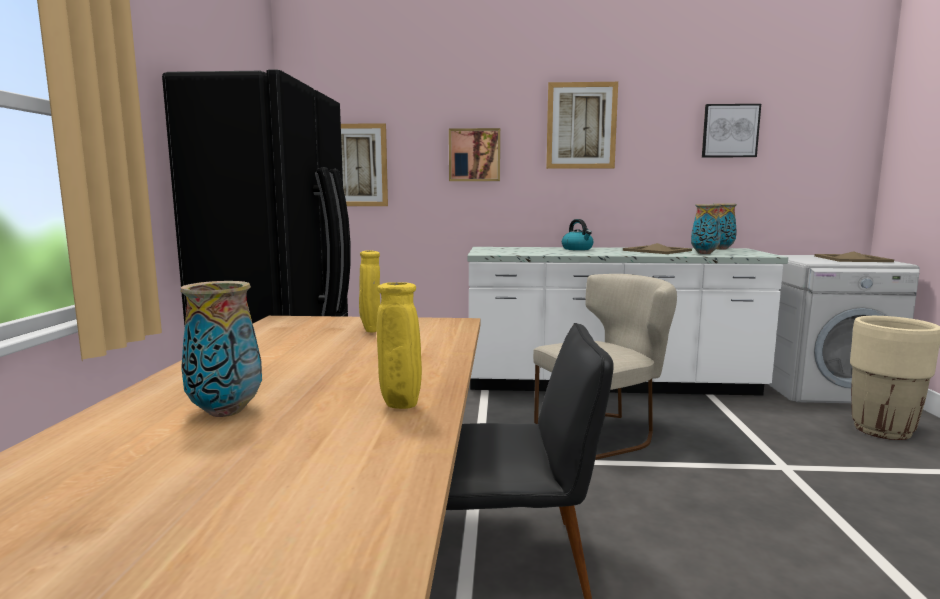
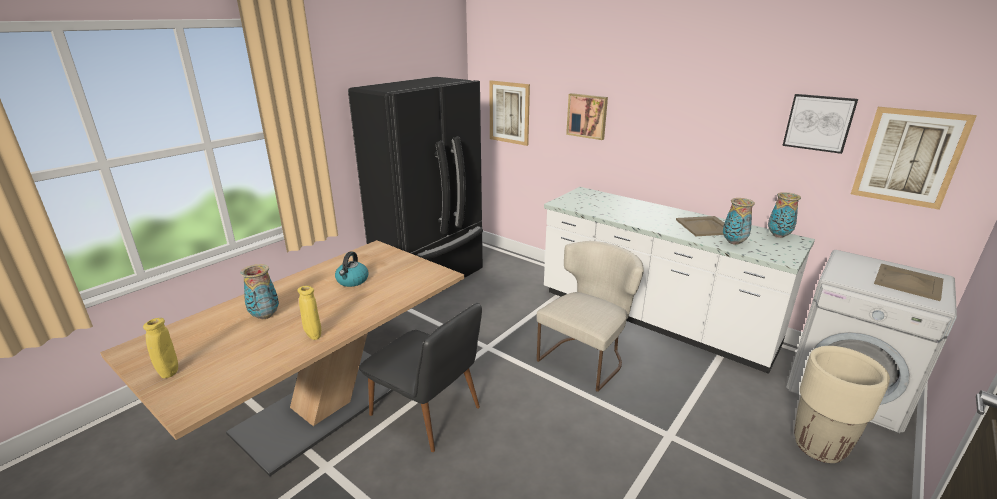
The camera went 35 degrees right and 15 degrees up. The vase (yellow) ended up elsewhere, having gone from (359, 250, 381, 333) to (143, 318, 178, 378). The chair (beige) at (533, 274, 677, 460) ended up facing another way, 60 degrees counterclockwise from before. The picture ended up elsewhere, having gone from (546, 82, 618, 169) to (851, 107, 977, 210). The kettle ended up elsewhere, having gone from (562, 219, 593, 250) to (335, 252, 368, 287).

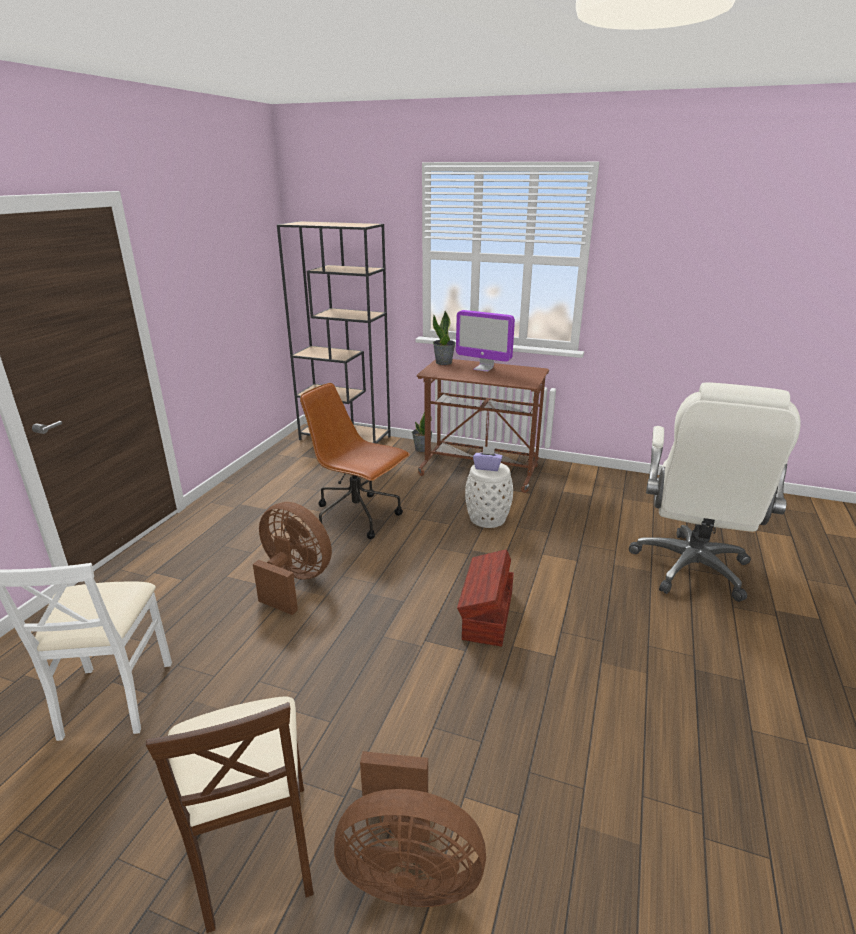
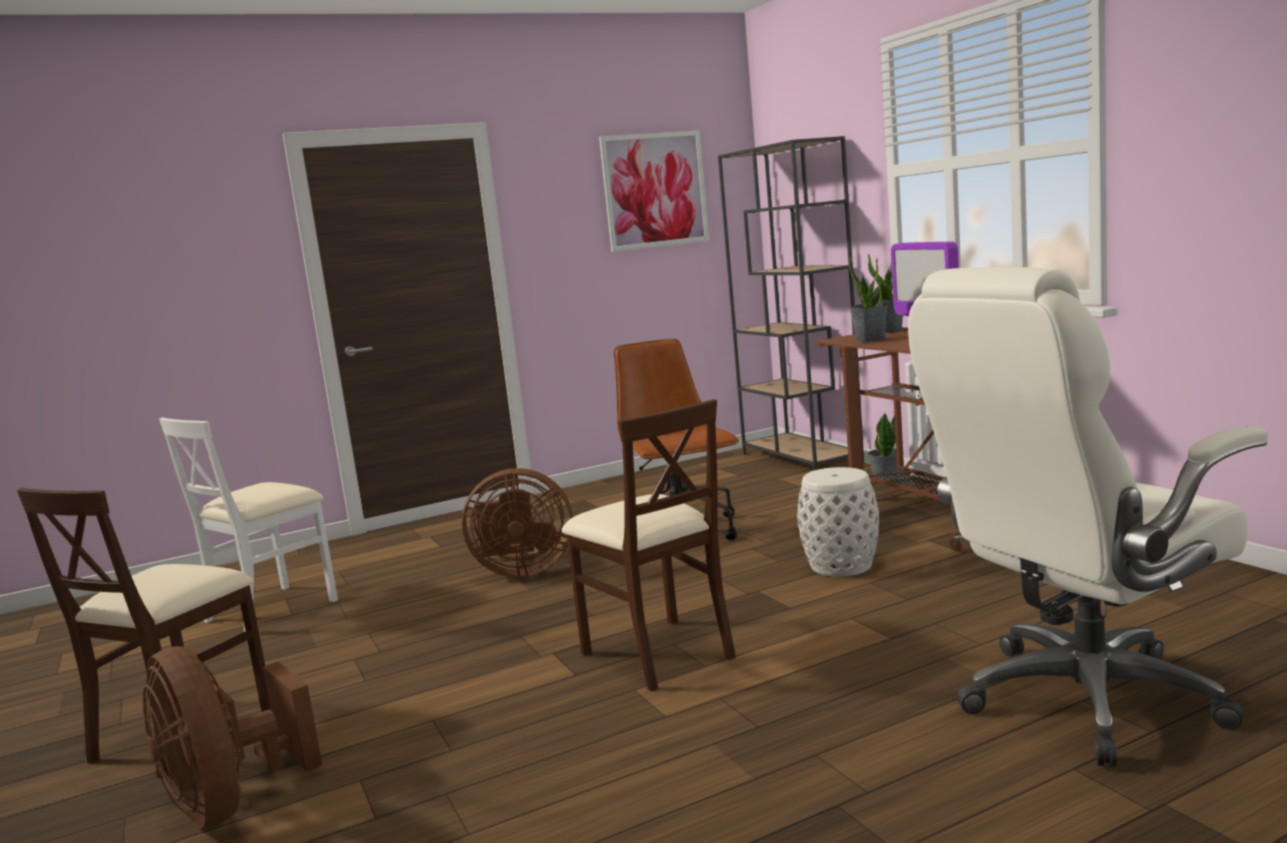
The camera went 45 degrees right and 15 degrees down. The fan (brown) at (253, 502, 332, 615) ended up facing another way, 105 degrees clockwise from before. Where the storage box (brown) stood at (457, 549, 514, 647), the chair (beige) came to stand at (562, 399, 736, 692). The second view lost the tissue box (purple) at (473, 446, 503, 471). The second view gained the picture at (599, 130, 709, 252). The second view gained the potted plant at (849, 257, 888, 342).

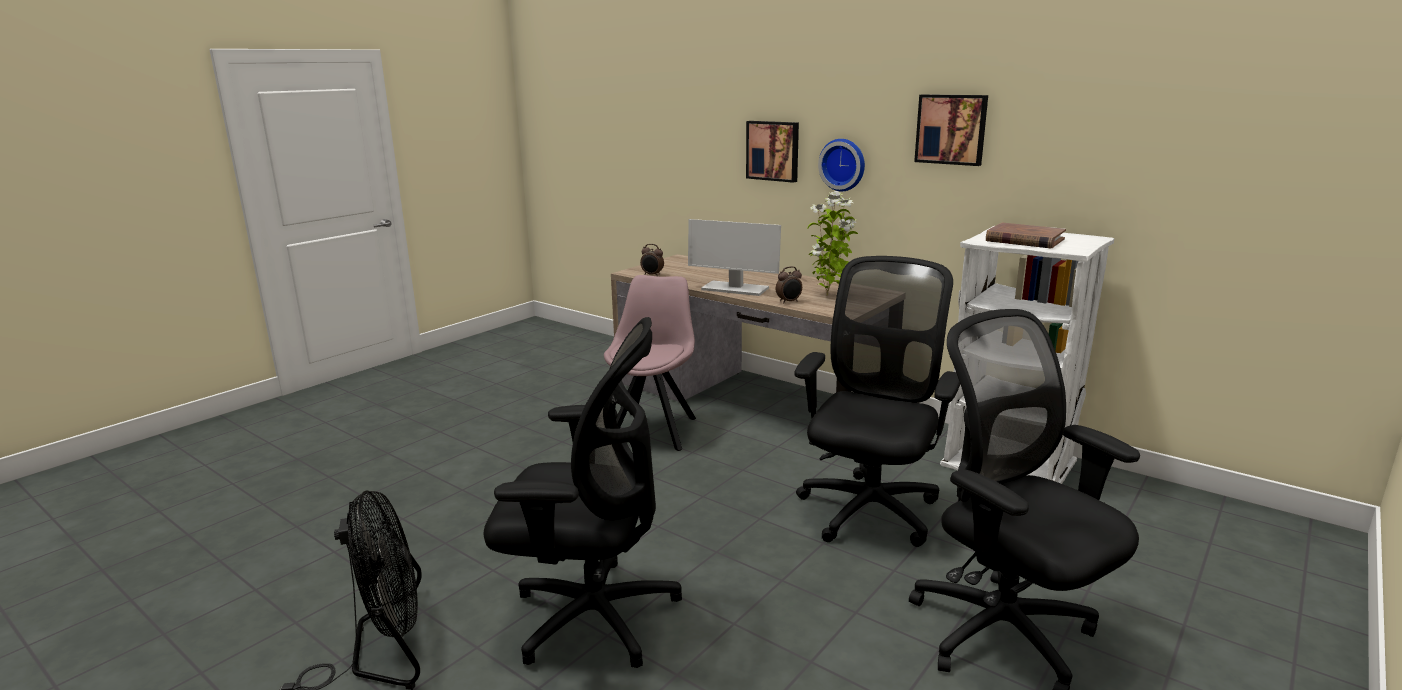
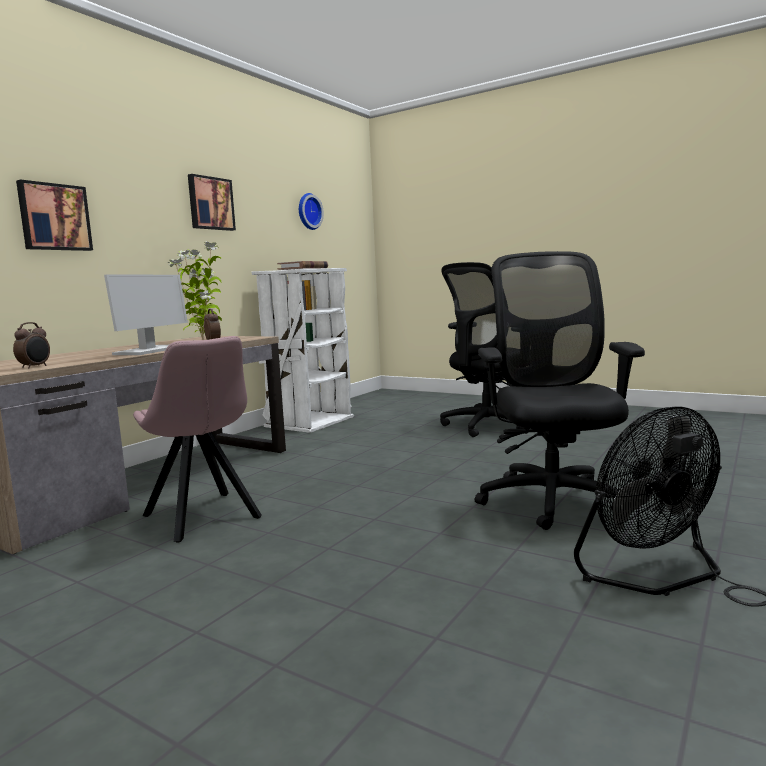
The camera went 95 degrees left and 10 degrees down. The chair (pink) at (604, 275, 696, 451) ended up facing another way, 135 degrees counterclockwise from before. The second view lost the office chair (black) at (794, 256, 960, 547). The wall clock ended up elsewhere, having gone from (818, 139, 865, 191) to (299, 193, 324, 230).

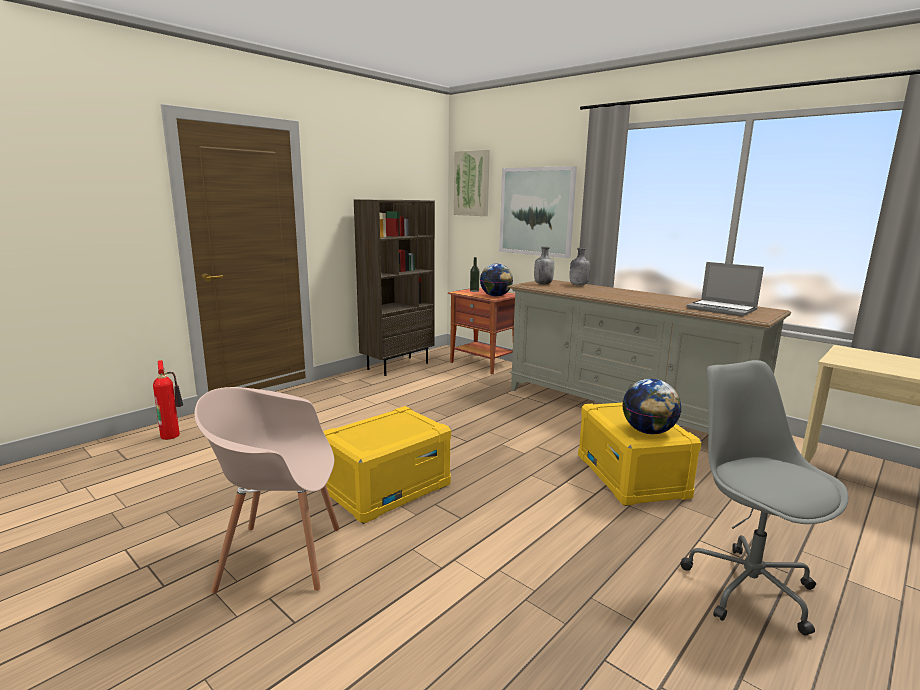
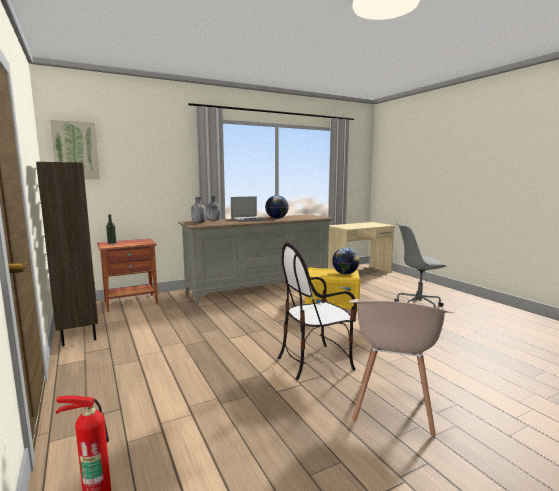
The camera went 70 degrees left and 5 degrees down. Where the storage box (yellow) stood at (323, 406, 451, 524), the chair came to stand at (278, 243, 357, 380). The globe ended up elsewhere, having gone from (480, 264, 513, 297) to (265, 195, 289, 219). The second view lost the picture at (499, 166, 577, 258). The laptop ended up elsewhere, having gone from (687, 262, 764, 317) to (231, 196, 265, 222).

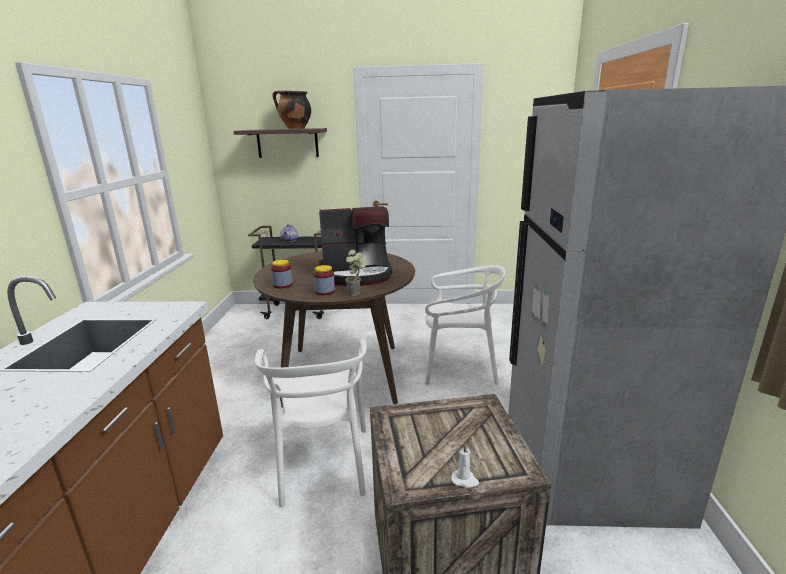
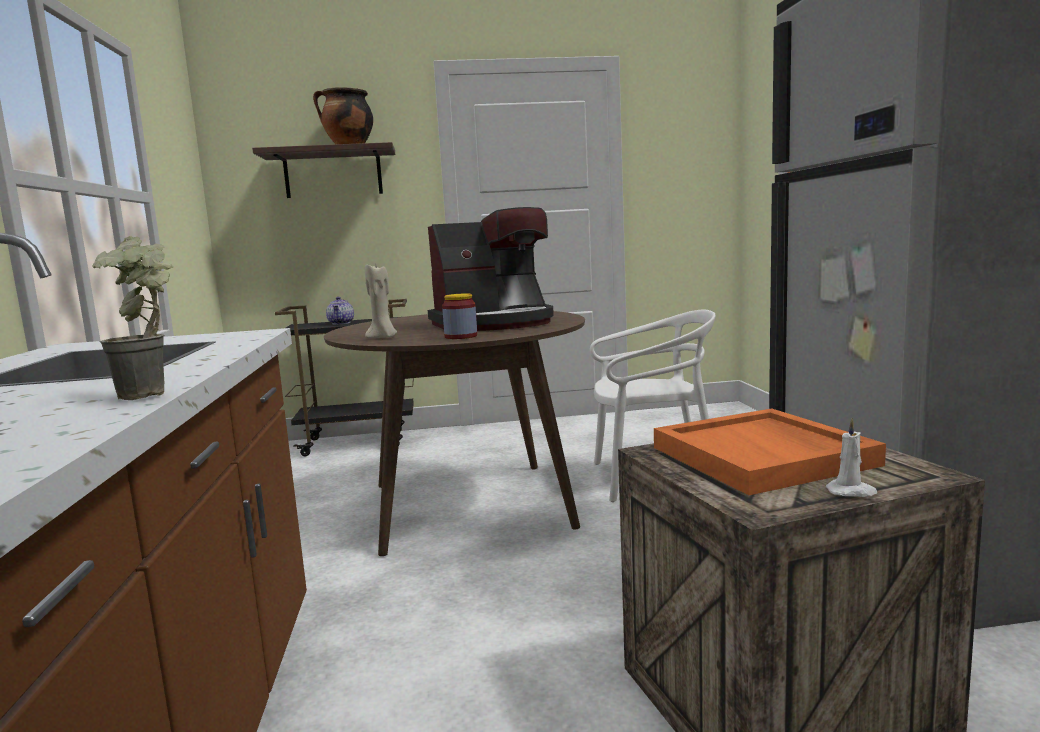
The camera went 10 degrees left and 10 degrees down. The second view lost the chair (white) at (255, 339, 367, 508). Where the jar stood at (271, 260, 293, 289), the candle (beige) came to stand at (365, 265, 397, 338). The potted plant ended up elsewhere, having gone from (345, 249, 366, 296) to (92, 236, 174, 400). The second view gained the tray (orange) at (654, 408, 886, 495).

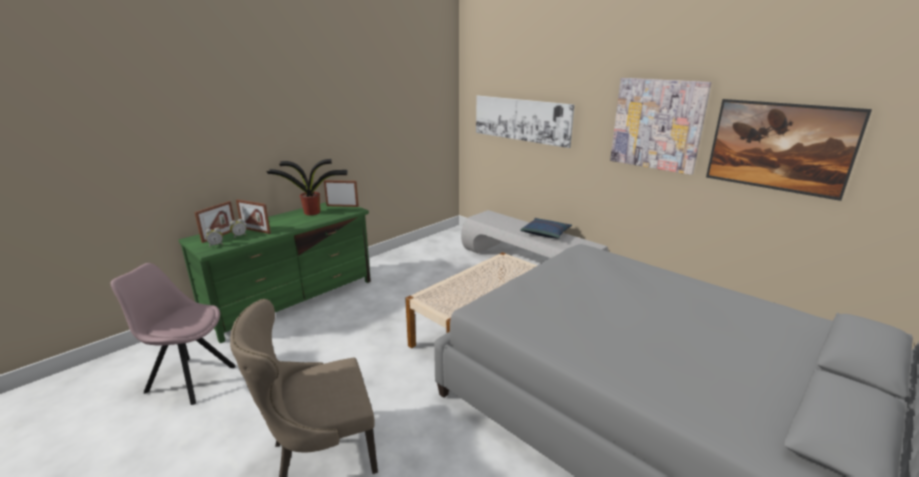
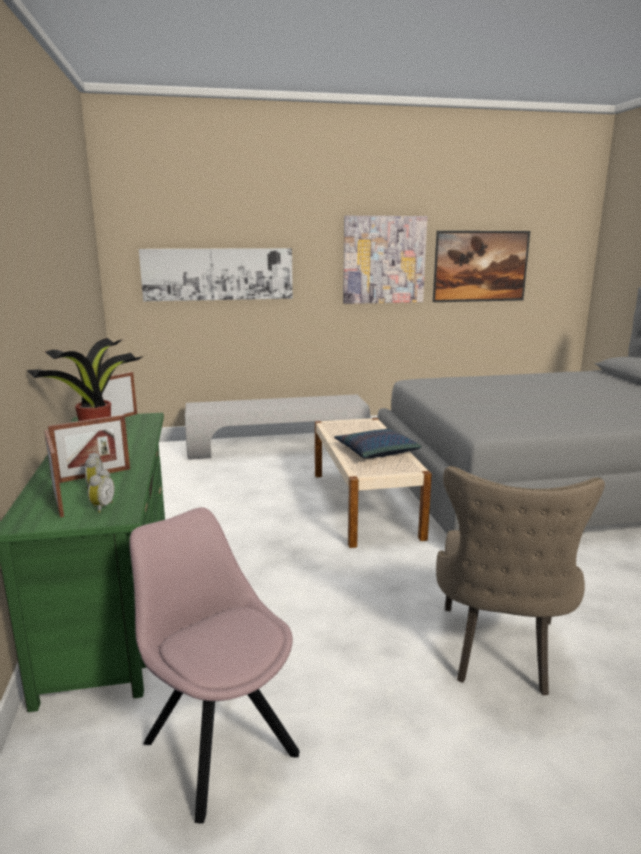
The camera went 55 degrees left and 5 degrees down. The chair (pink) at (111, 263, 235, 405) ended up facing another way, 90 degrees clockwise from before. The pillow (blue) ended up elsewhere, having gone from (520, 218, 572, 239) to (334, 428, 422, 458).

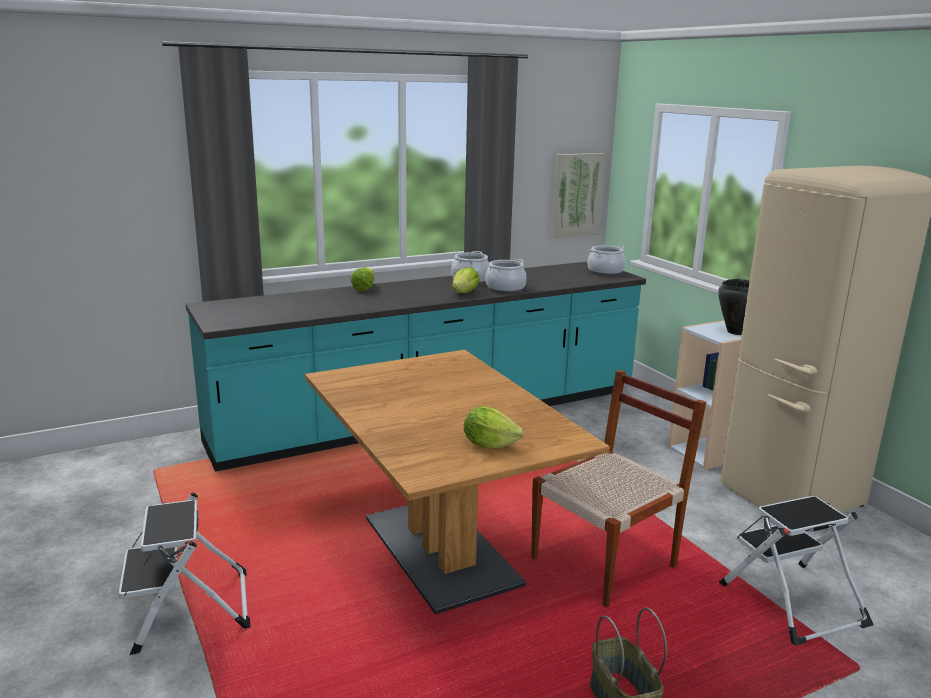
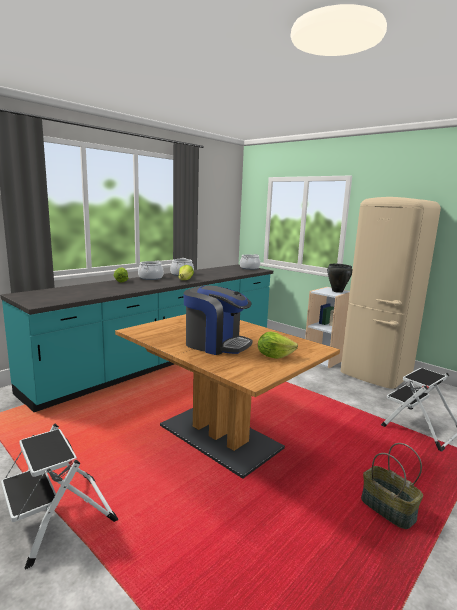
The camera went 20 degrees left and 5 degrees down. The cooking pot ended up elsewhere, having gone from (485, 259, 526, 292) to (138, 261, 164, 280). The second view lost the chair at (531, 370, 706, 608). The second view lost the picture at (551, 153, 606, 238). The second view gained the coffee machine at (184, 285, 253, 355).

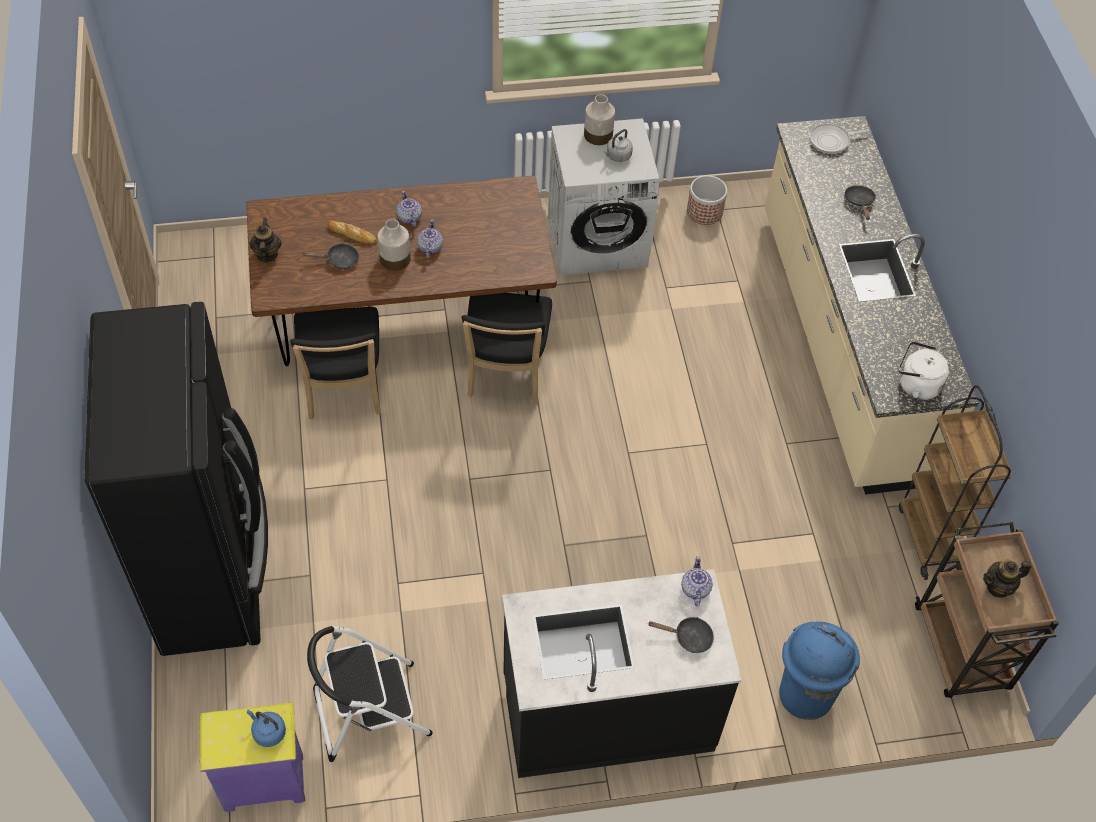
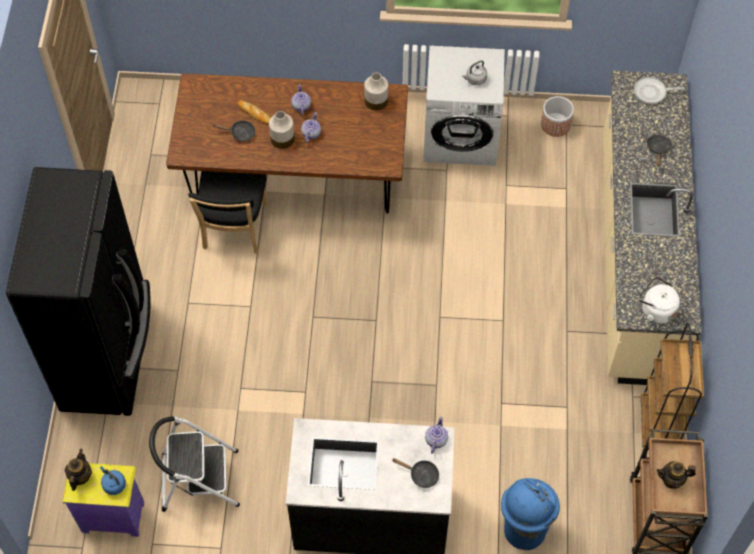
The camera went 15 degrees right and 5 degrees up. The teapot ended up elsewhere, having gone from (249, 218, 281, 263) to (65, 449, 92, 491). The second view lost the chair (black) at (461, 293, 552, 403). The vase (beige) ended up elsewhere, having gone from (584, 94, 615, 145) to (364, 73, 388, 111).

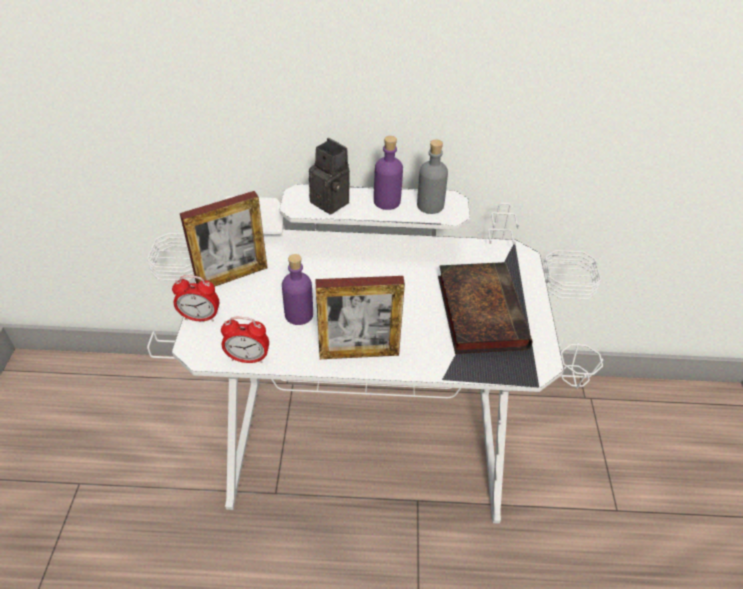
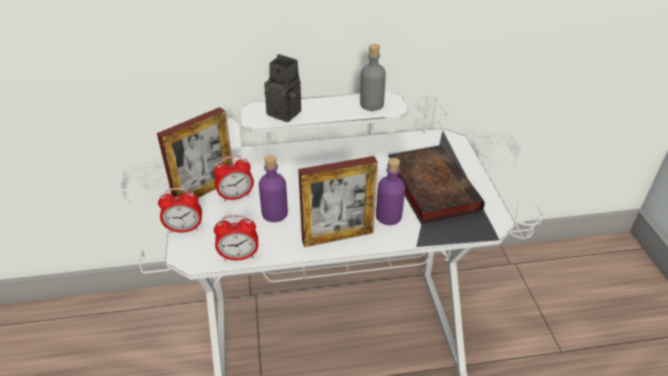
The camera went 10 degrees left and 5 degrees down. The bottle (purple) ended up elsewhere, having gone from (374, 136, 403, 210) to (376, 158, 405, 225). The second view gained the alarm clock at (214, 155, 254, 202).

